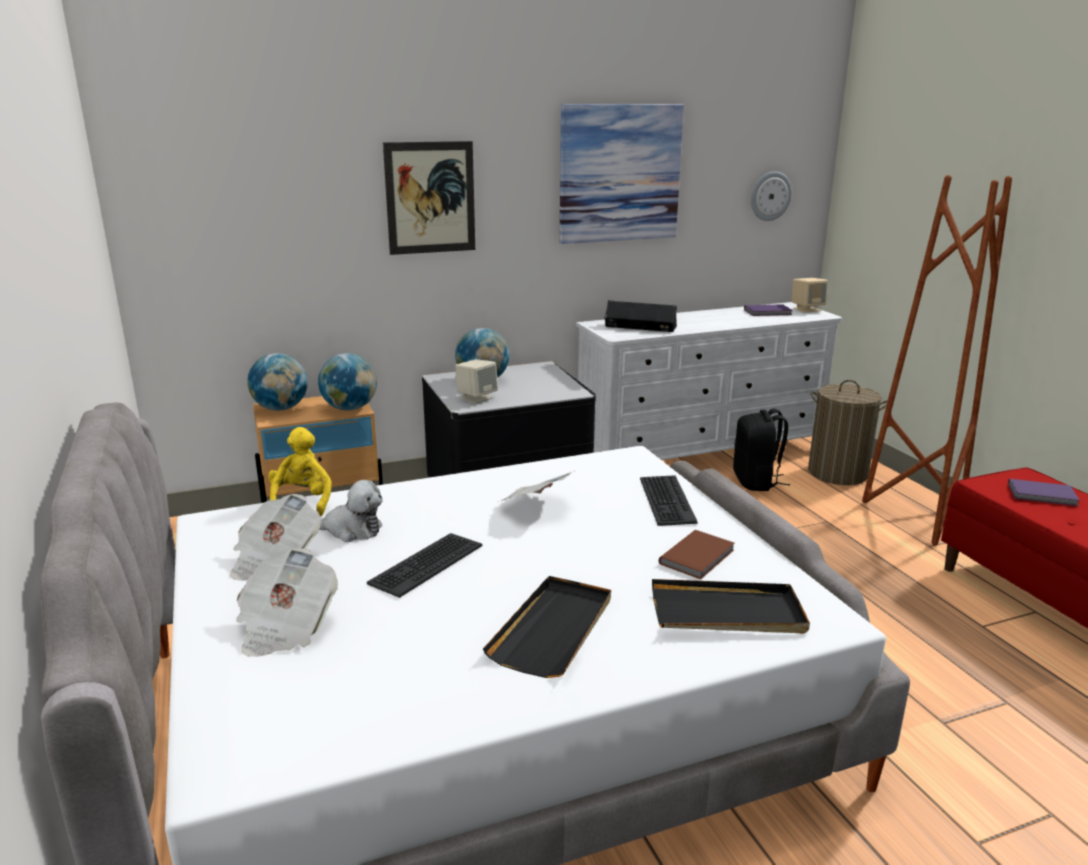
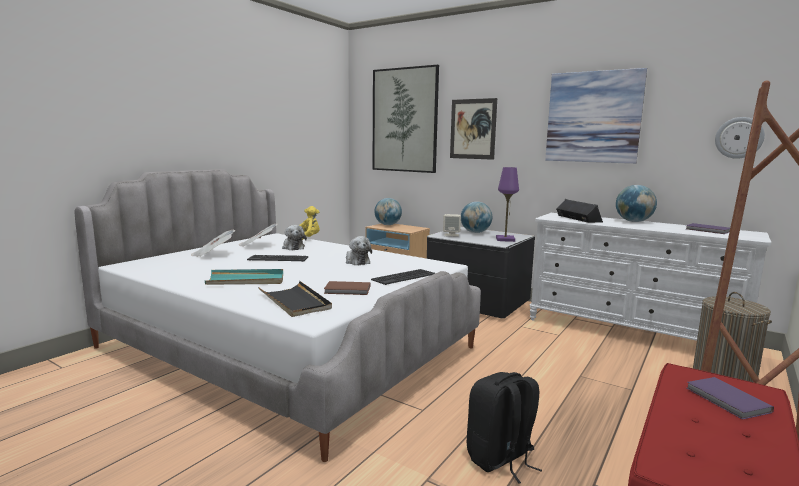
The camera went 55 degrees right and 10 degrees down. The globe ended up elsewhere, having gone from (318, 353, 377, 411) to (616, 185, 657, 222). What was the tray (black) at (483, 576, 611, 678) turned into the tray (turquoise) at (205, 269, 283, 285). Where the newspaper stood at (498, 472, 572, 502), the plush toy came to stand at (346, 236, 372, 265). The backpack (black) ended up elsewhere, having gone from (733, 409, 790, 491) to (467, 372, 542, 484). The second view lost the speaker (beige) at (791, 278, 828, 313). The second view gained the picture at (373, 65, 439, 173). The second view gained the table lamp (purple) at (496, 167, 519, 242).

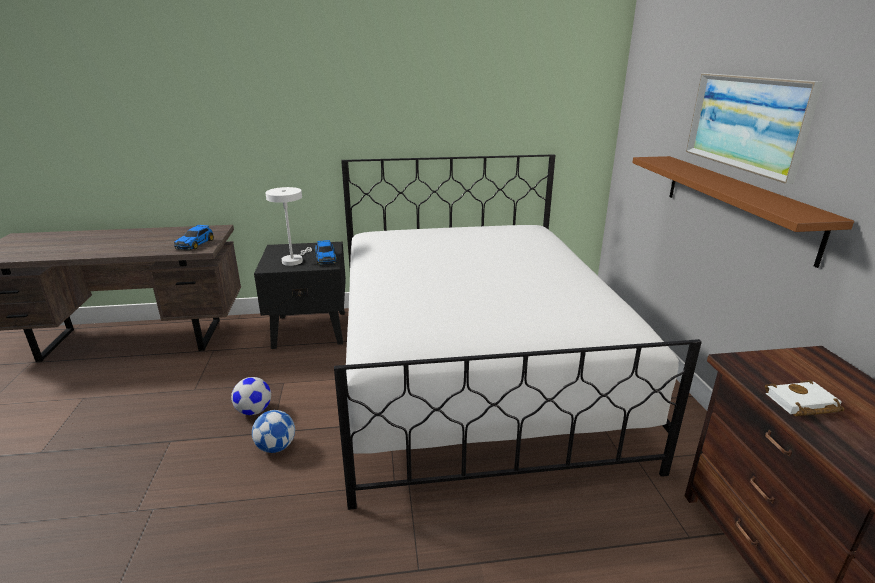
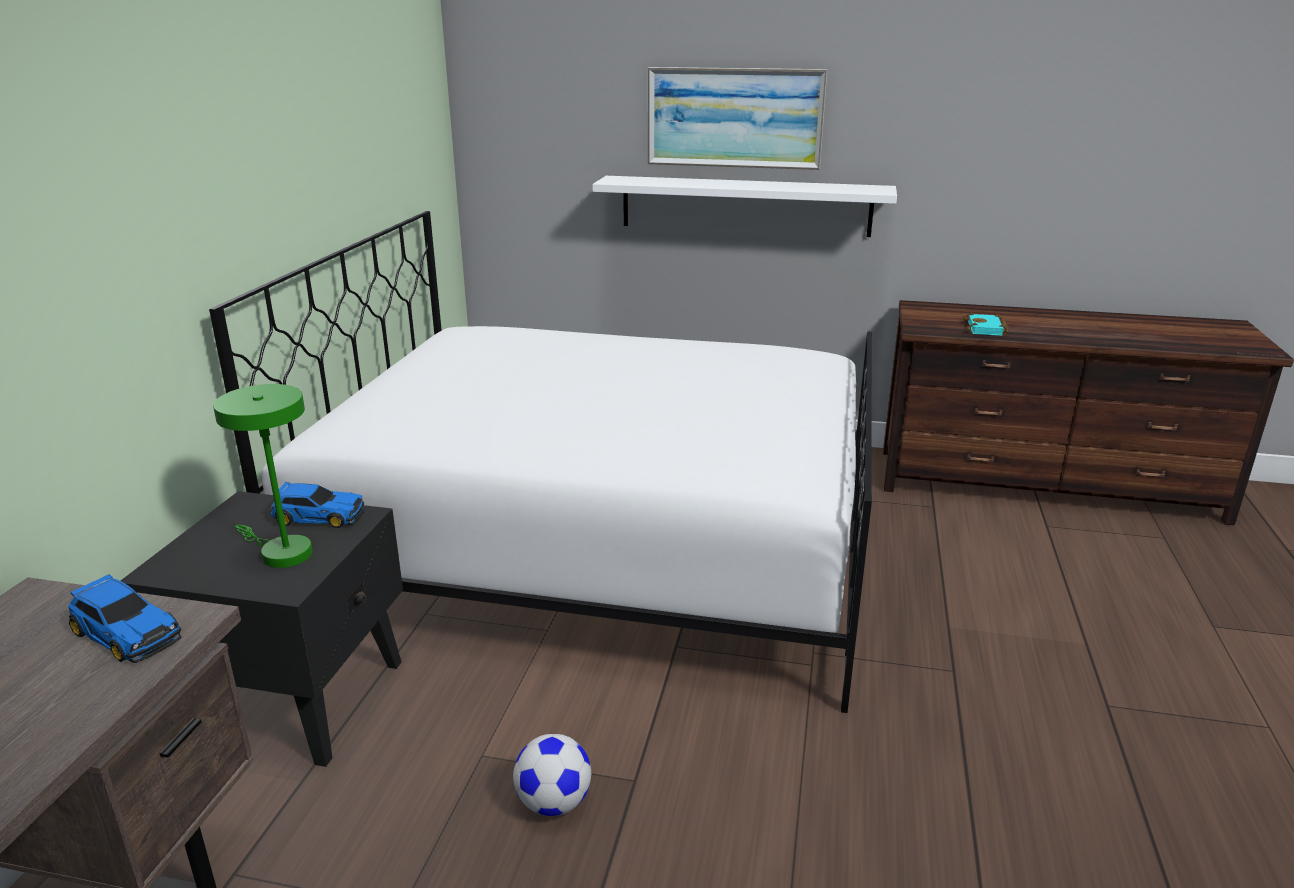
The camera went 70 degrees left and 0 degrees up. The second view lost the football at (252, 410, 295, 453). What was the table lamp (white) at (265, 187, 312, 266) turned into the table lamp (green) at (213, 384, 313, 568). What was the shelf (brown) at (632, 156, 854, 268) turned into the shelf (white) at (592, 176, 897, 237). What was the book (white) at (765, 380, 844, 416) turned into the book (turquoise) at (963, 313, 1009, 336).

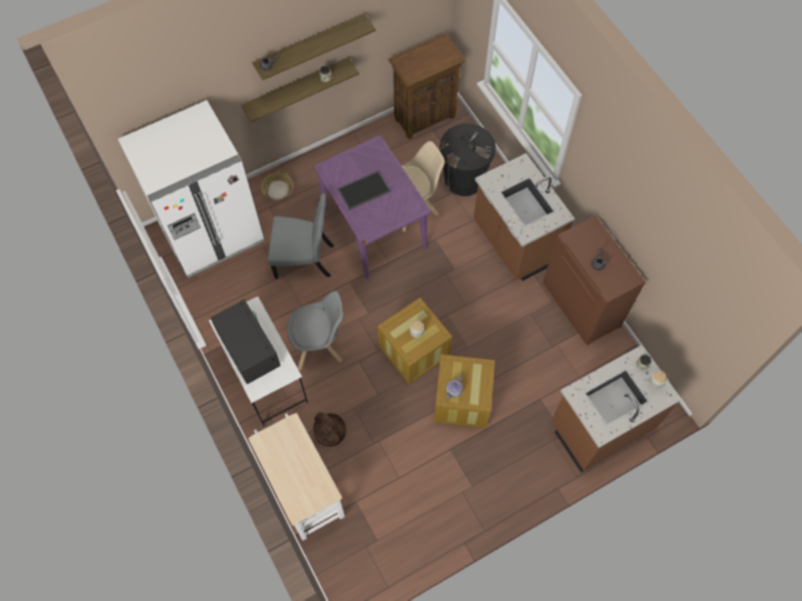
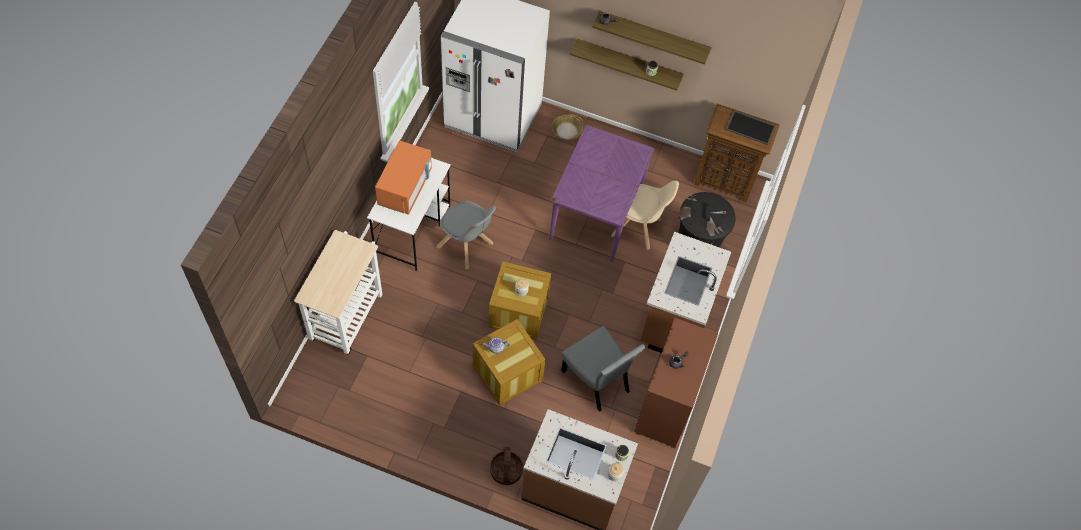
The camera went 45 degrees right and 5 degrees down. What was the microwave (black) at (210, 299, 281, 384) turned into the microwave (orange) at (375, 140, 432, 215). The chair (grey) ended up elsewhere, having gone from (268, 193, 334, 279) to (561, 326, 645, 412). The basket ended up elsewhere, having gone from (313, 412, 346, 447) to (490, 447, 523, 485). The tray ended up elsewhere, having gone from (337, 170, 391, 210) to (726, 110, 776, 145).

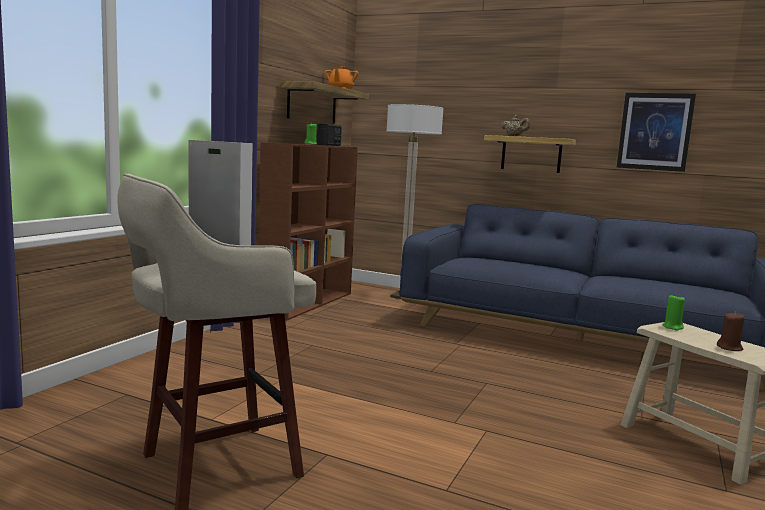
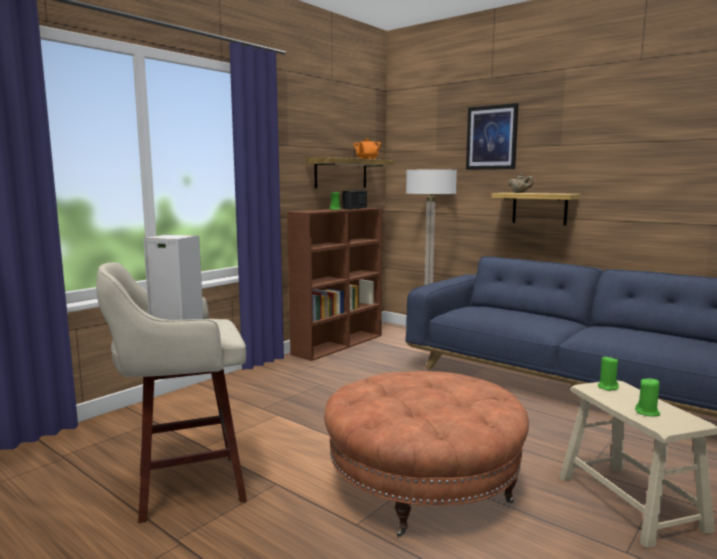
The camera went 15 degrees right and 0 degrees up. The picture ended up elsewhere, having gone from (617, 93, 696, 172) to (466, 103, 518, 170). What was the candle (brown) at (717, 312, 745, 351) turned into the candle (green) at (635, 378, 660, 416). The second view gained the ottoman (brown) at (324, 371, 529, 538).

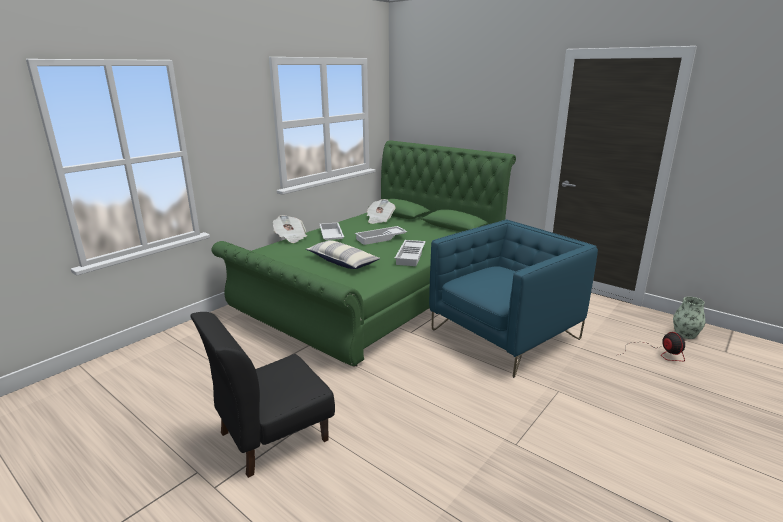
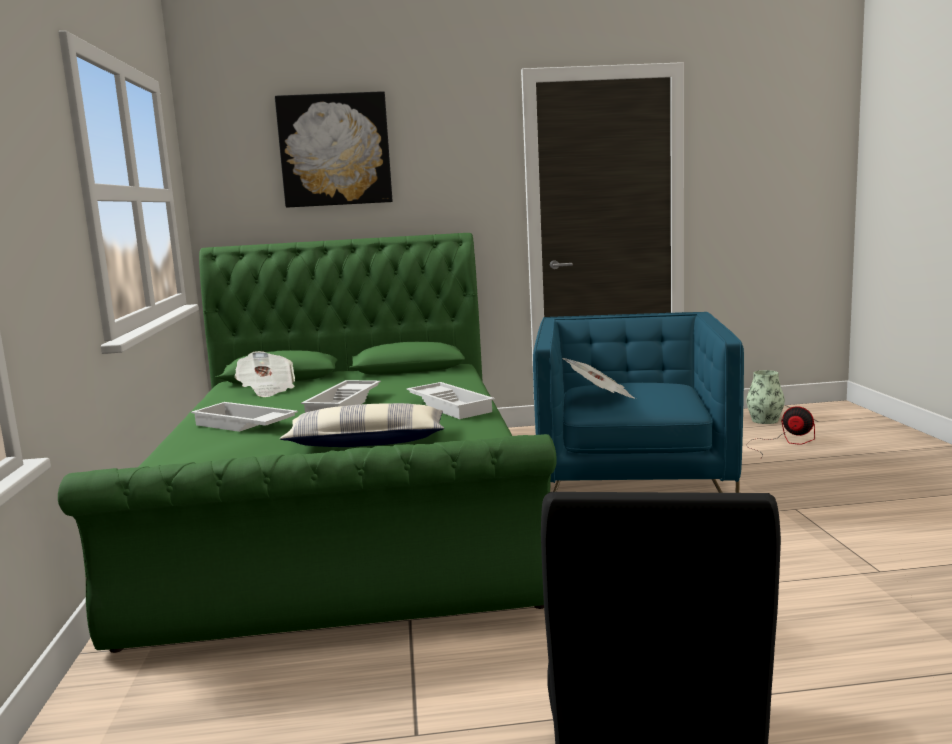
The camera went 45 degrees left and 10 degrees down. The newspaper ended up elsewhere, having gone from (273, 215, 307, 243) to (563, 358, 636, 399). The second view gained the picture at (275, 91, 393, 208).

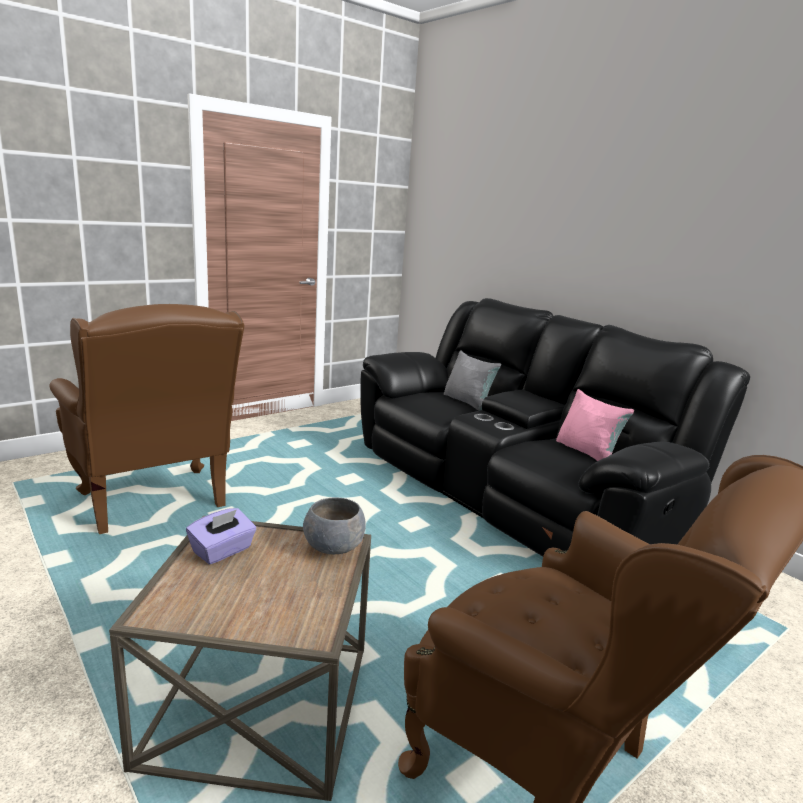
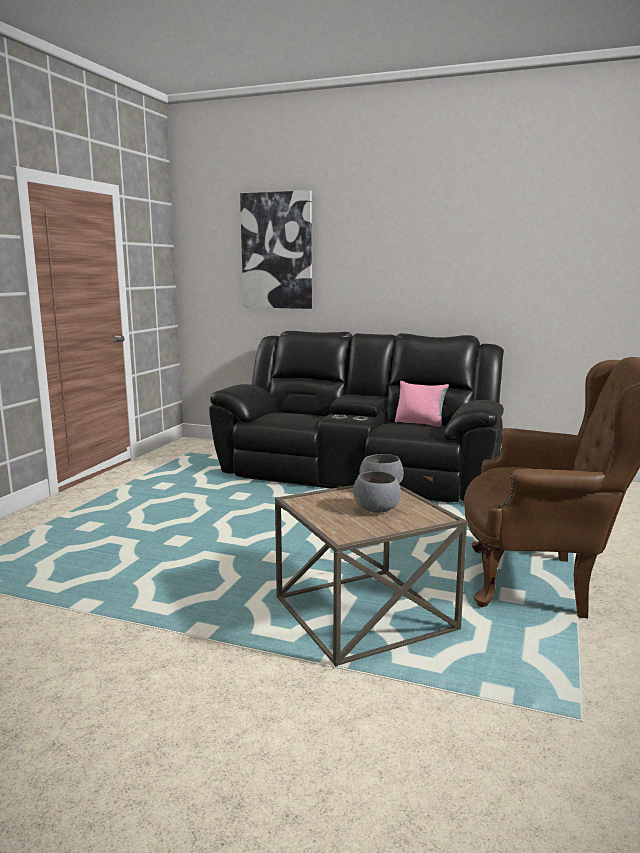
The camera went 30 degrees left and 5 degrees down. The second view lost the armchair (brown) at (49, 304, 244, 534). The second view lost the tissue box (purple) at (186, 508, 256, 565). The second view lost the pillow (grey) at (444, 350, 501, 411). The second view gained the picture at (240, 190, 312, 309). The second view gained the bowl (grey) at (353, 471, 401, 513).

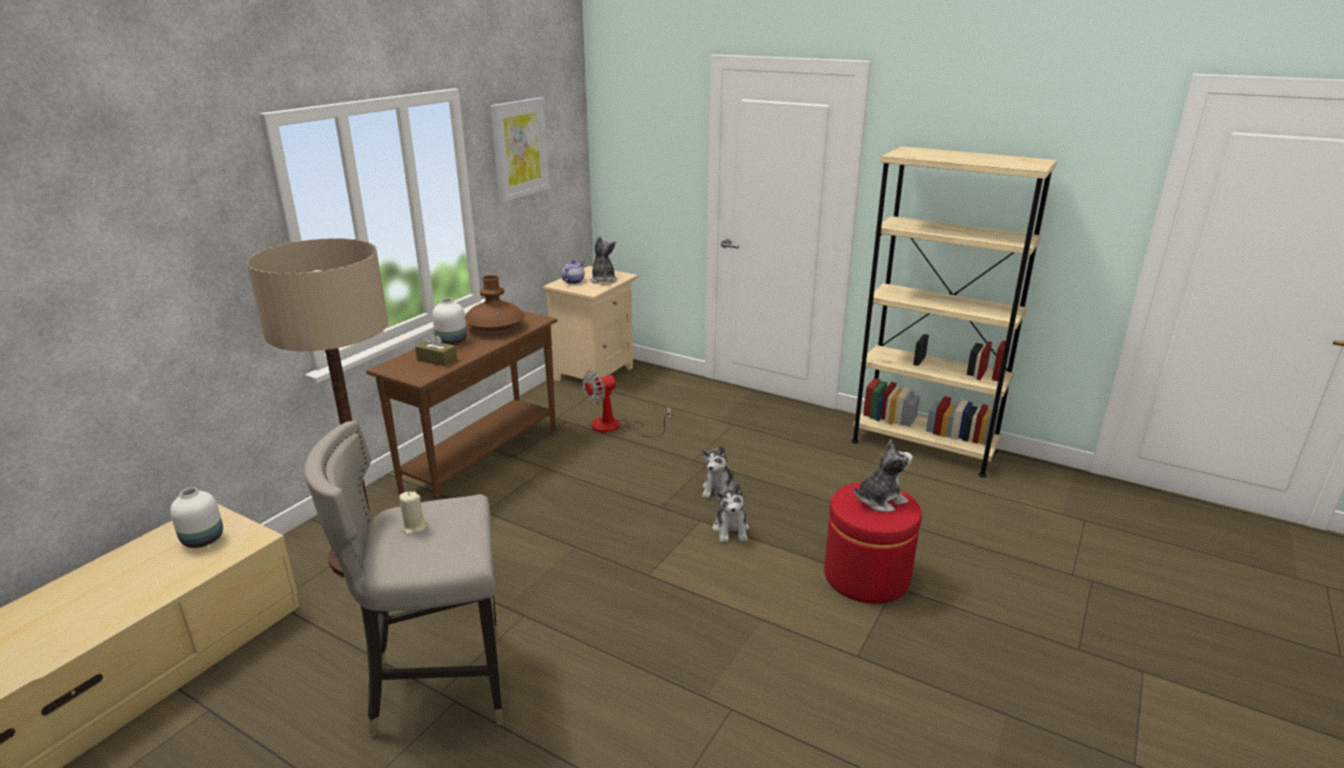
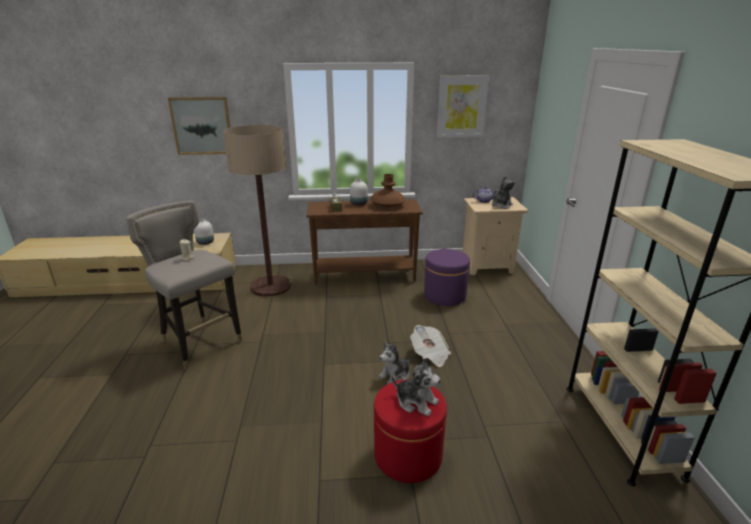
The camera went 55 degrees right and 0 degrees up. Where the fan stood at (583, 370, 671, 437), the ottoman (purple) came to stand at (424, 249, 470, 306). Where the plush toy stood at (701, 446, 735, 498), the newspaper came to stand at (410, 325, 451, 367). The second view gained the picture at (168, 97, 230, 155).

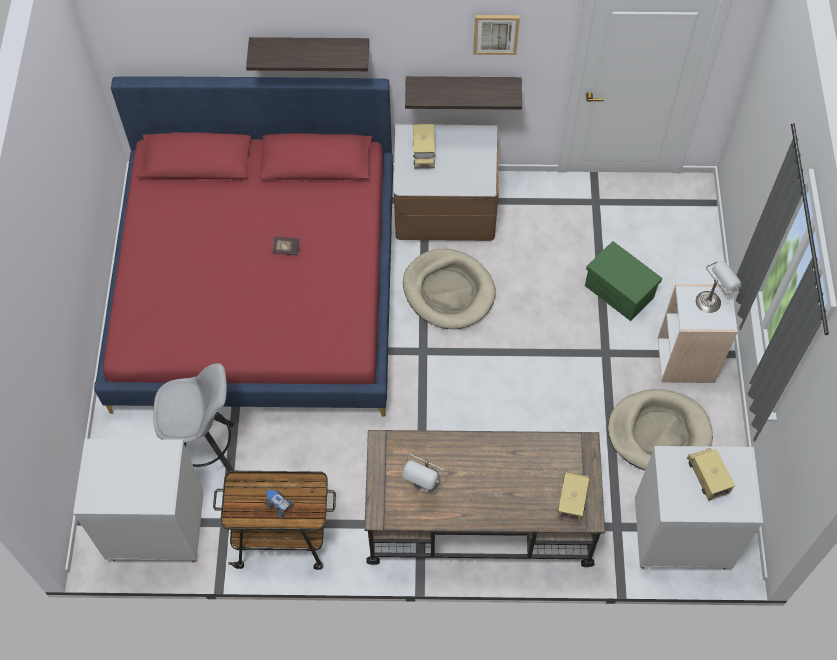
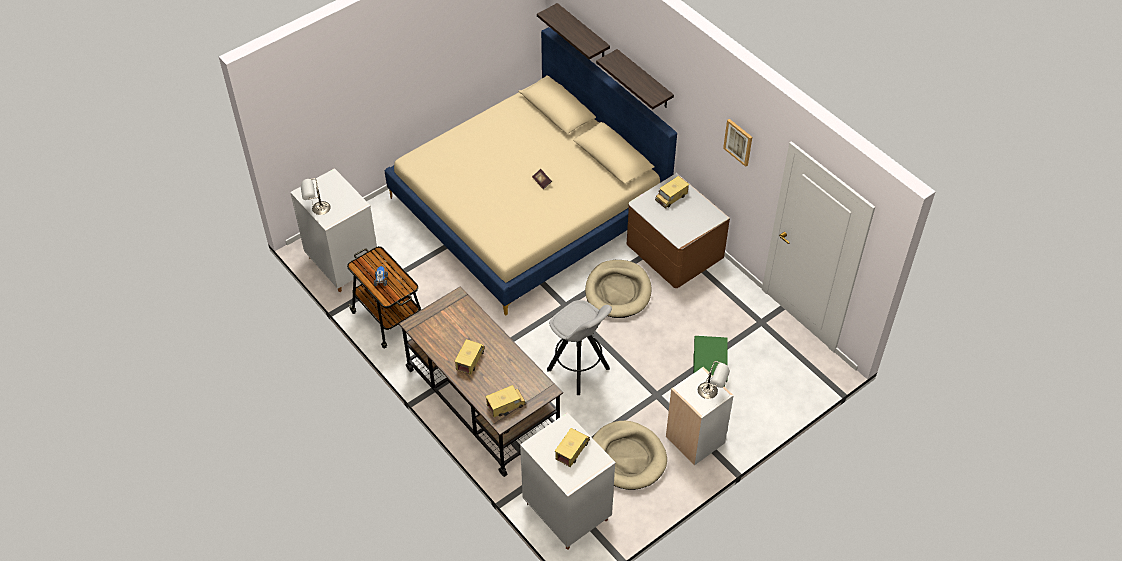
The camera went 50 degrees right and 10 degrees down. What was the bed (red) at (94, 77, 393, 417) turned into the bed (beige) at (385, 27, 677, 316). The stool (grey) ended up elsewhere, having gone from (153, 363, 235, 472) to (547, 300, 612, 395). The table lamp (white) ended up elsewhere, having gone from (402, 454, 445, 492) to (301, 178, 331, 215). The shelf ended up elsewhere, having gone from (405, 76, 522, 110) to (537, 3, 610, 60). The second view gained the toy truck at (454, 339, 485, 375).

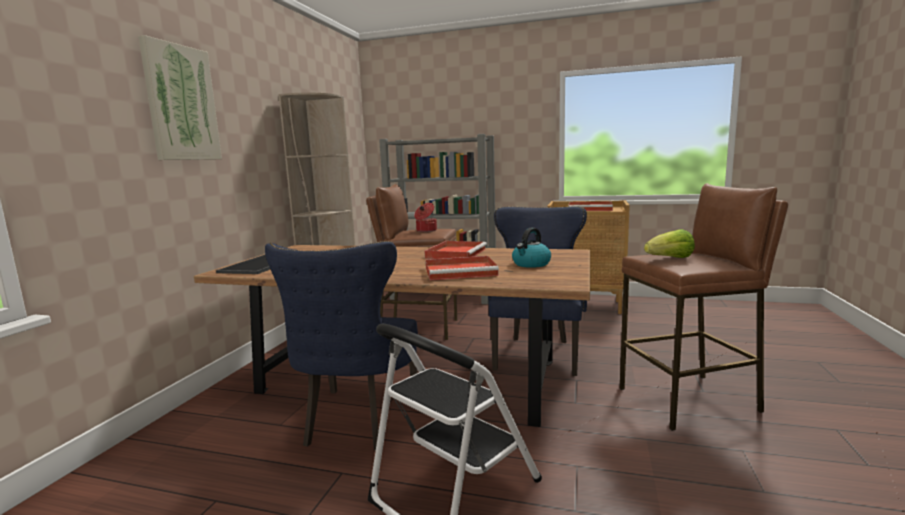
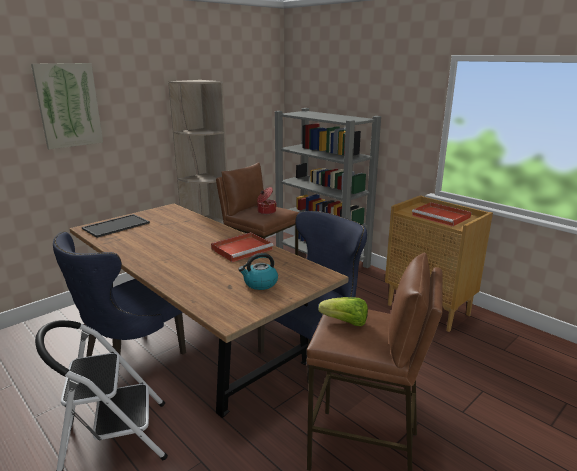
The camera went 30 degrees right and 10 degrees up. The second view lost the tray (red) at (425, 256, 499, 280).

